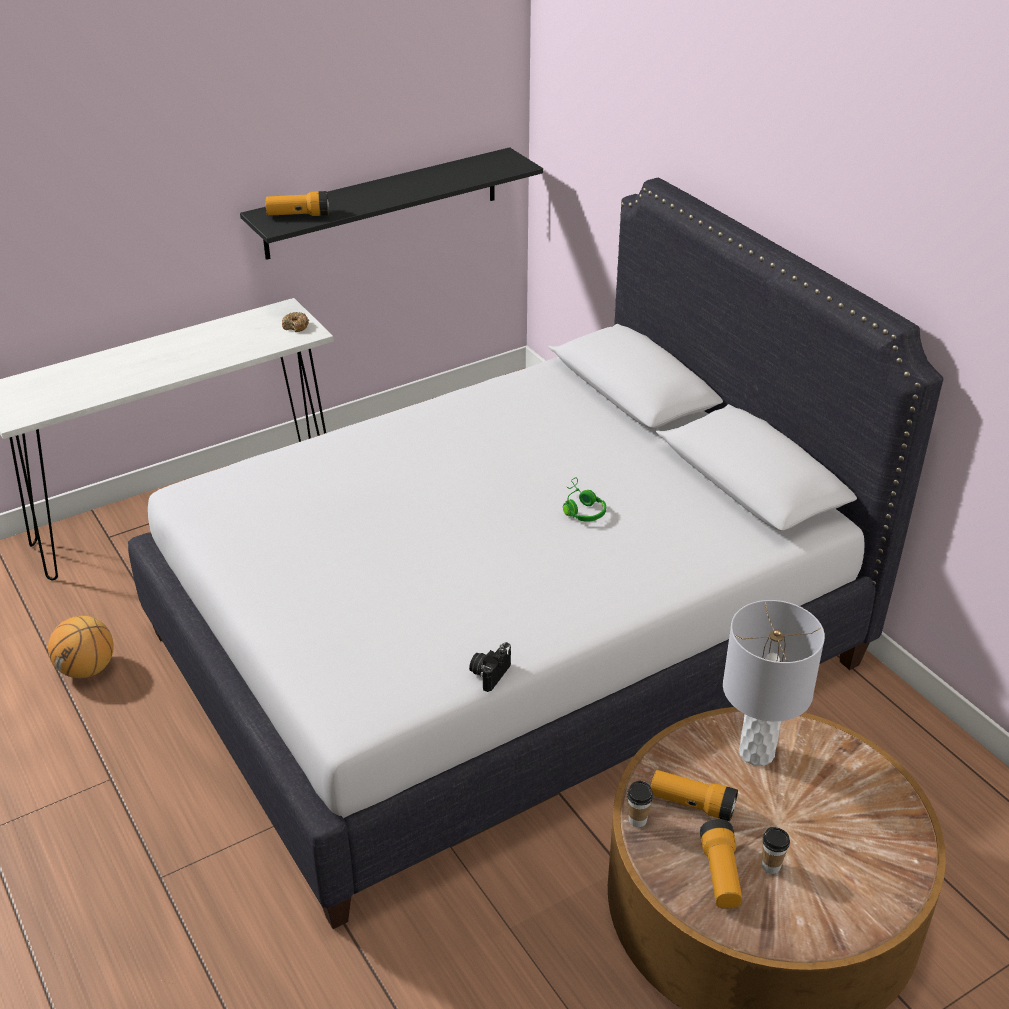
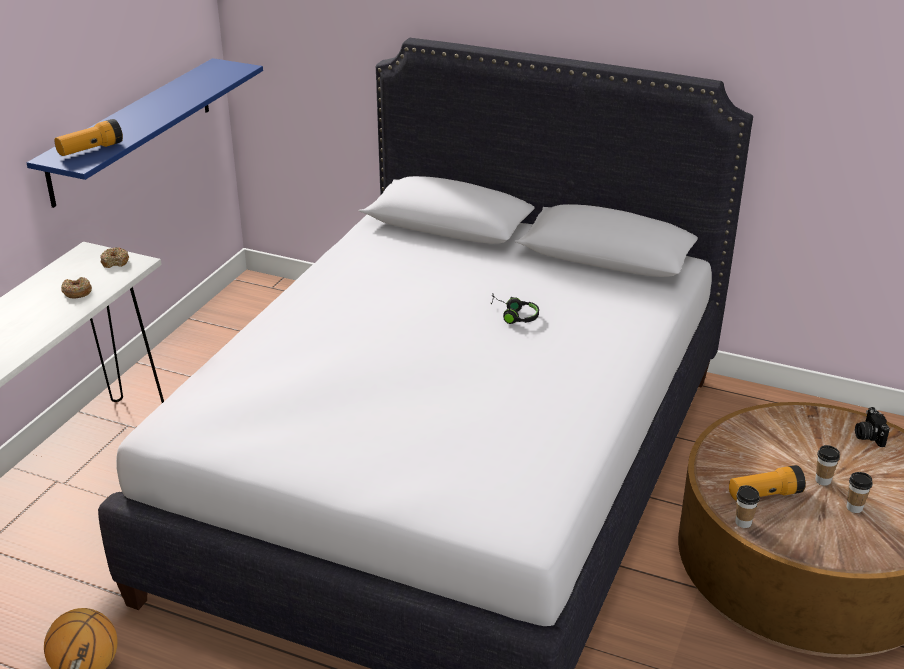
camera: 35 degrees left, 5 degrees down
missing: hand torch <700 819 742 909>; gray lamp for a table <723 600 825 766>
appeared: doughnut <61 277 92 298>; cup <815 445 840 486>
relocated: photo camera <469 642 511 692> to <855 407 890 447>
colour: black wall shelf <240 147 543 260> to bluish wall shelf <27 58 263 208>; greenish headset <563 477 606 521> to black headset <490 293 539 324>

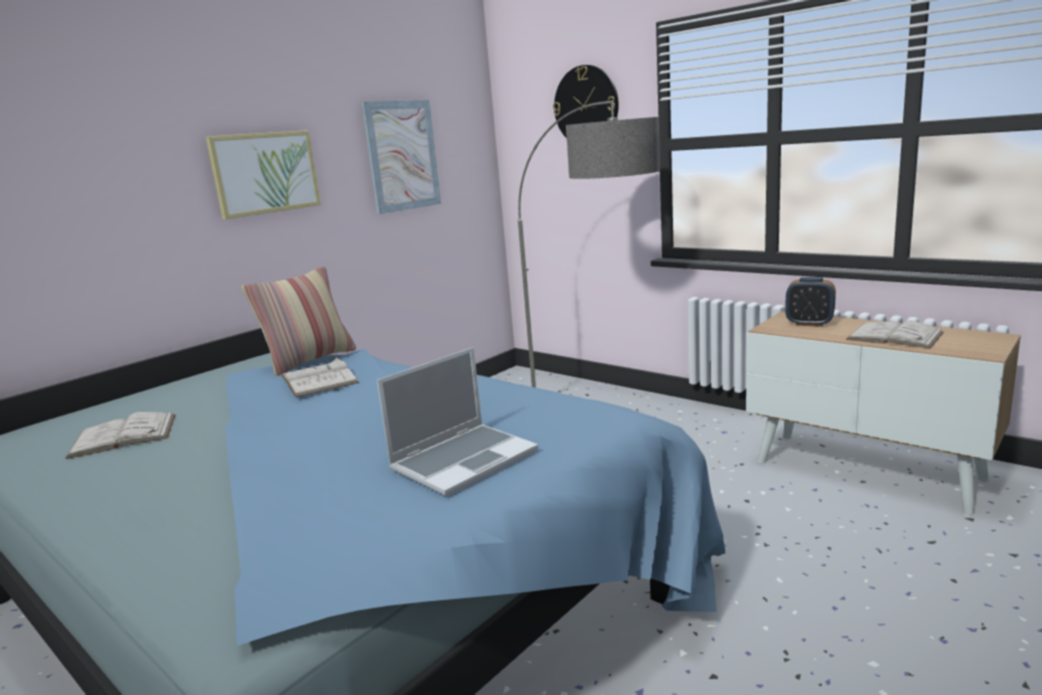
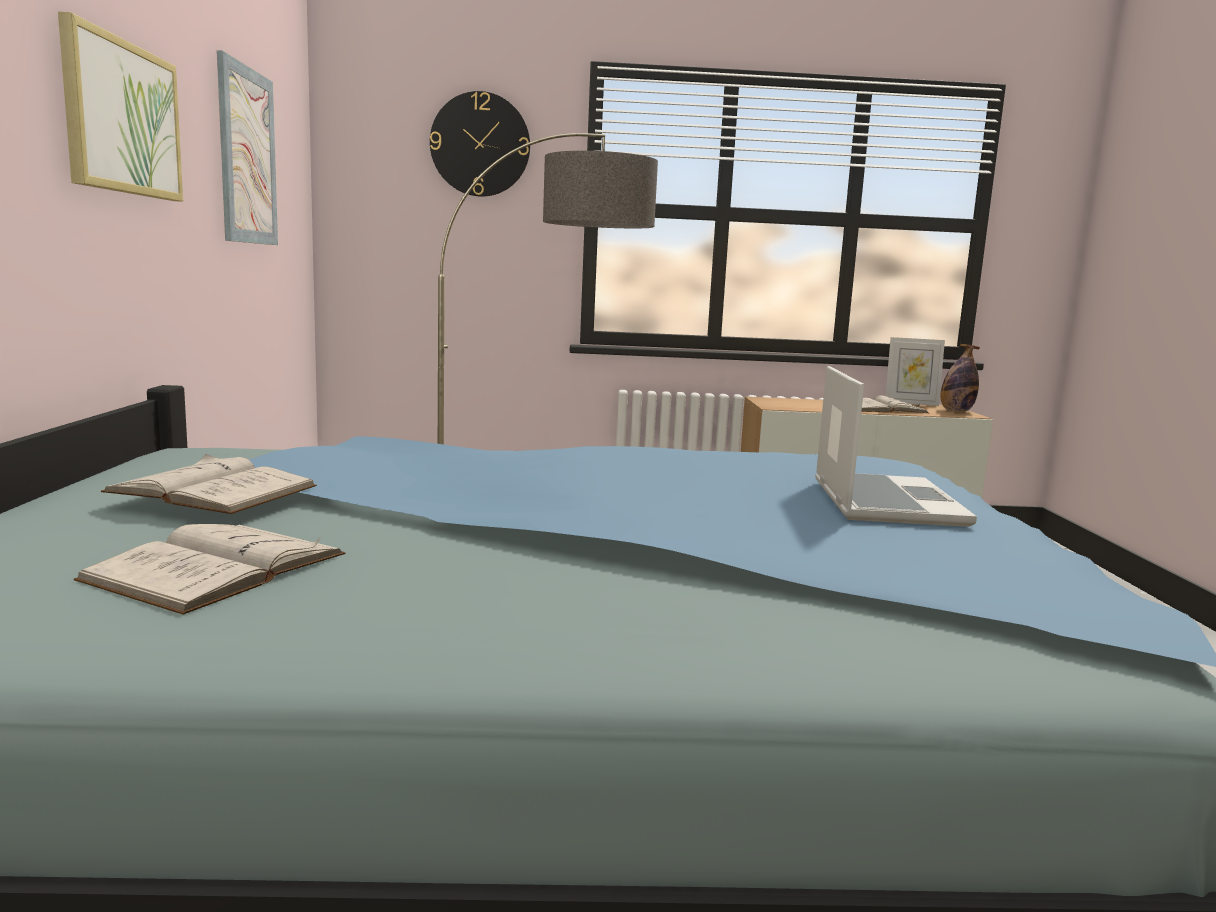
camera: 45 degrees left, 5 degrees down
missing: pillow <241 266 356 376>; alarm clock <785 277 836 327>
appeared: standing frame <885 337 945 406>; drink bottle <941 344 980 412>
relocated: white-coloured volume <281 358 359 397> to <101 454 317 514>

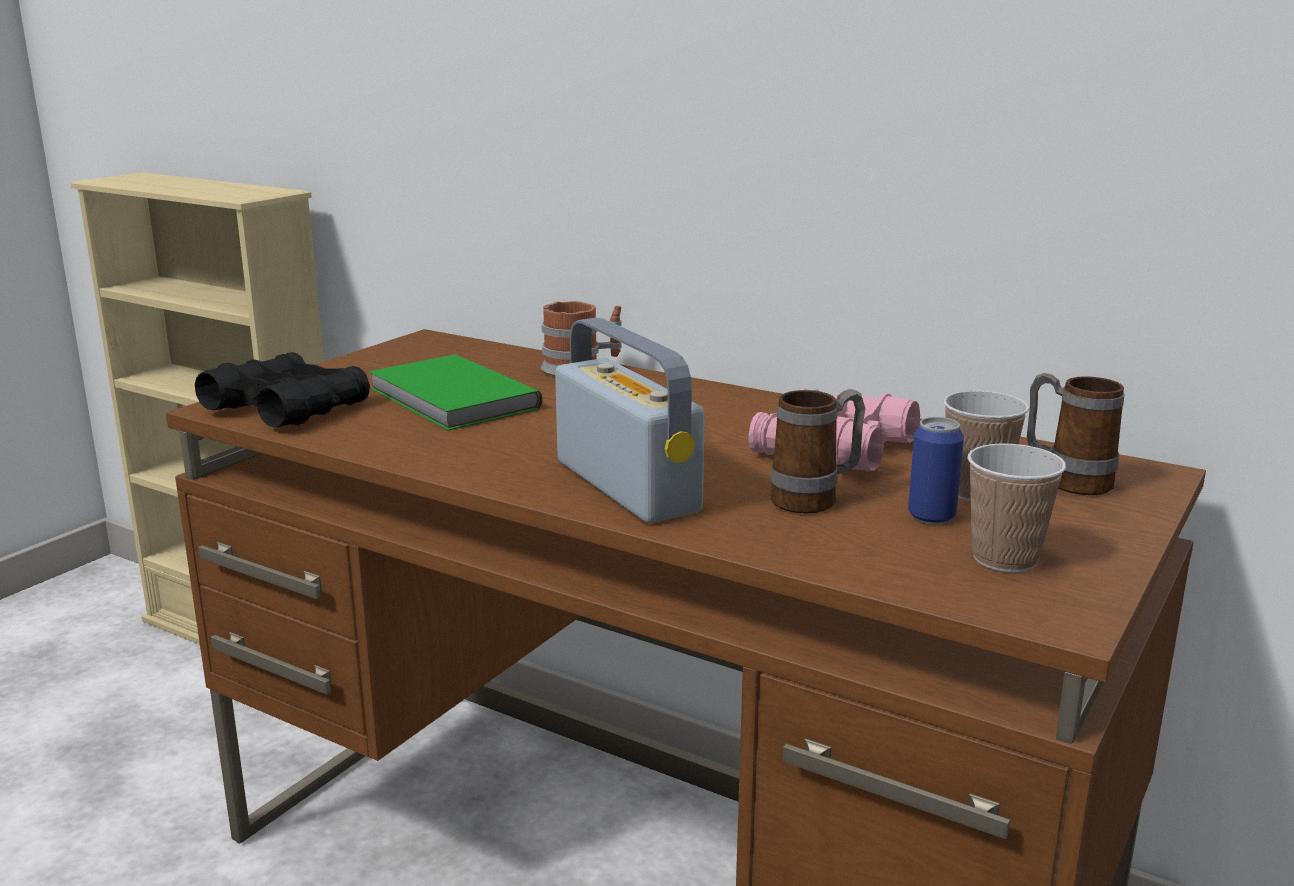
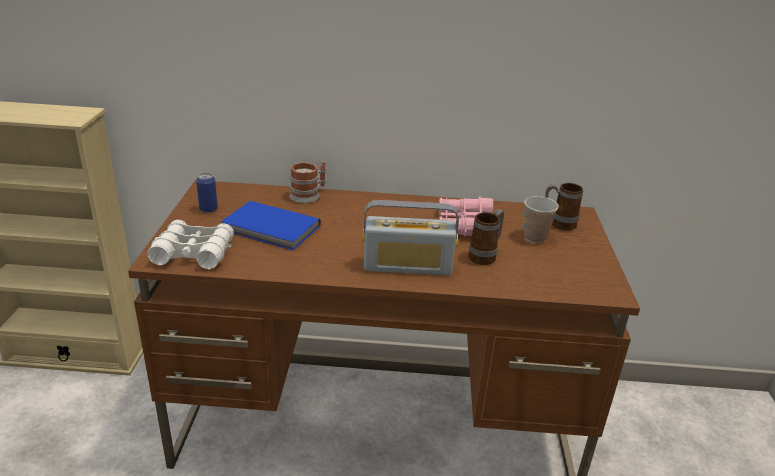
camera: 30 degrees left, 10 degrees up
missing: cup <967 444 1066 573>
relocated: metal can <908 417 964 524> to <196 172 218 213>
colour: black binoculars <195 352 370 428> to white-coloured binoculars <148 220 234 269>; greenish volume <369 354 542 430> to bluish volume <221 201 321 251>
spun: radio set <555 317 705 523> = <363 200 459 275> 150 degrees clockwise

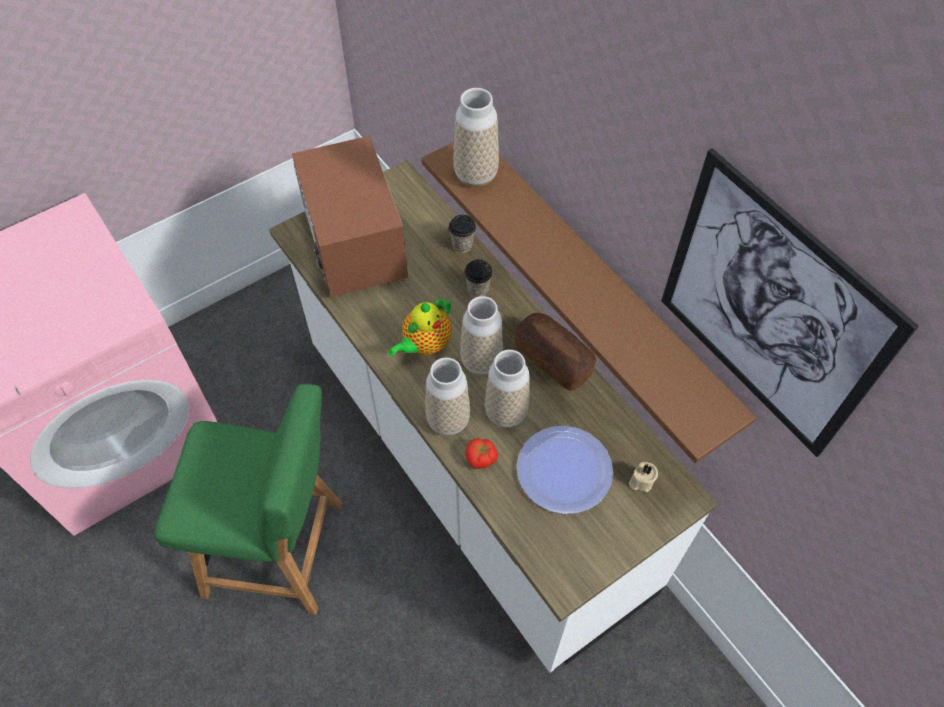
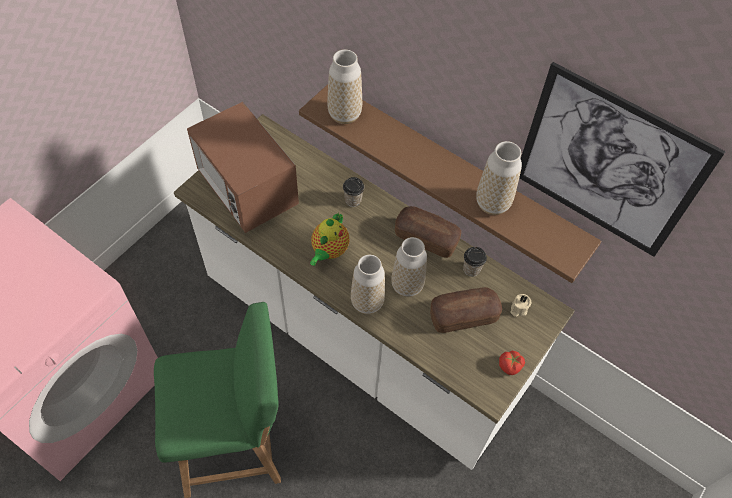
camera: 20 degrees left, 0 degrees up
relocated: cup <449 215 476 253> to <463 247 487 276>; flower vase <460 296 503 375> to <476 141 522 215>; fresh tomato <465 438 498 469> to <499 351 525 375>
exchanged: flat dish <517 426 613 514> to baked bread <430 287 502 333>

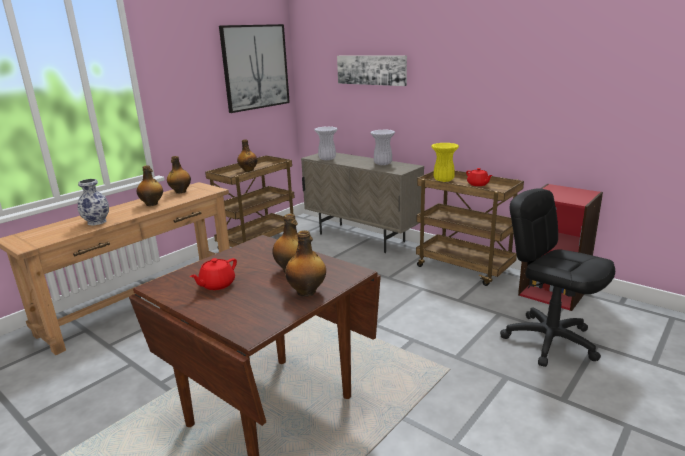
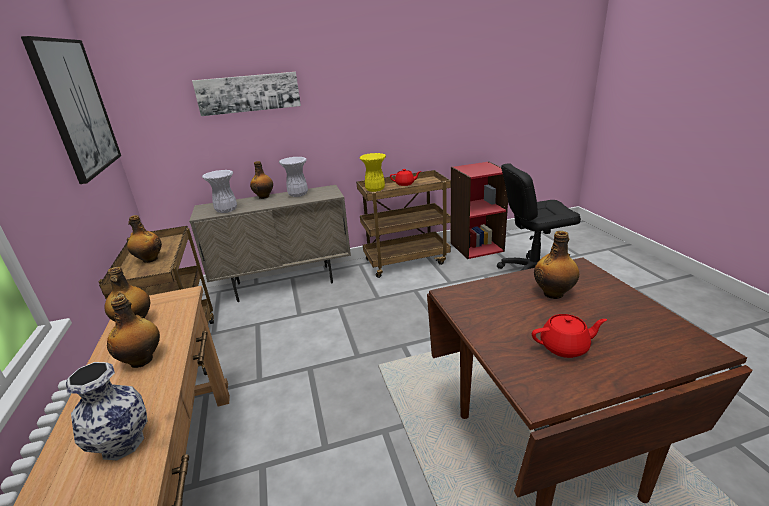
camera: 55 degrees left, 5 degrees up
relocated: drink bottle <285 230 326 297> to <250 161 273 199>
spun: red-coloured pot for tea <190 258 237 290> = <532 314 607 358> 75 degrees counterclockwise

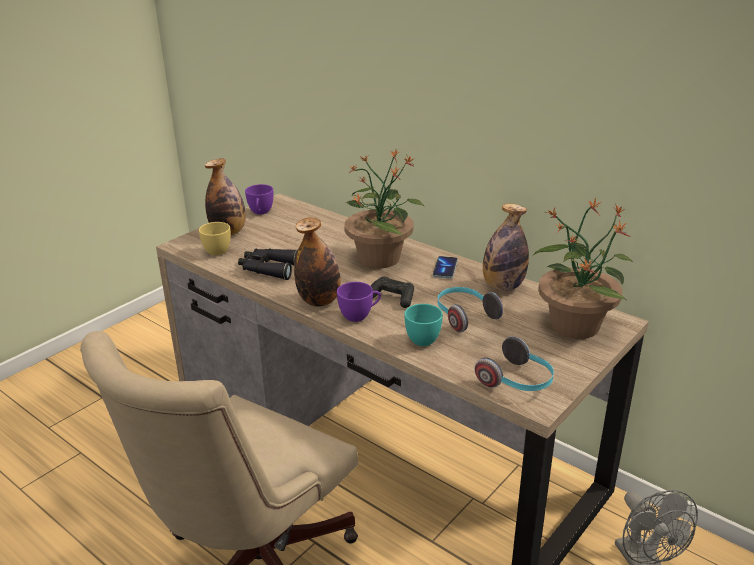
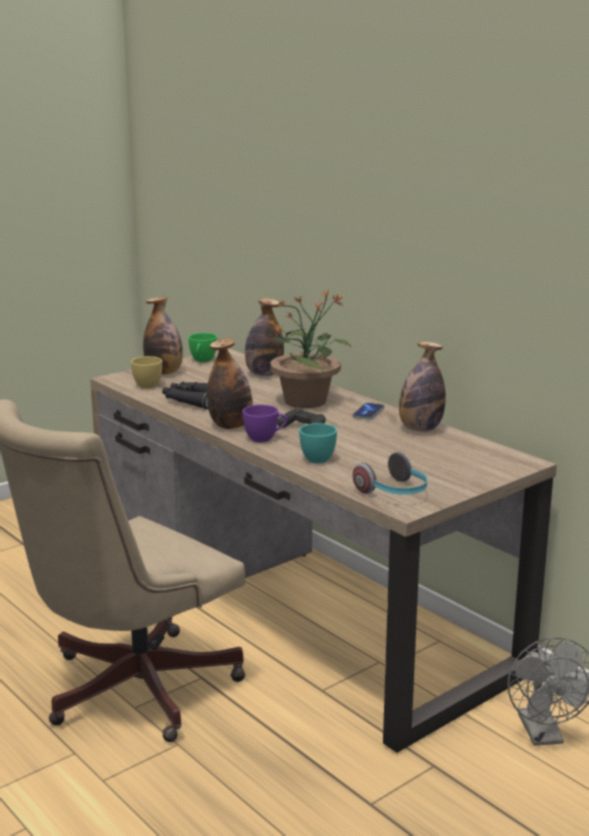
camera: 10 degrees right, 10 degrees down
missing: headset <438 287 503 332>; houseplant <534 198 632 339>
appeared: drink bottle <245 298 284 376>
colour: purplish cup <245 184 273 214> to greenish cup <188 333 217 362>

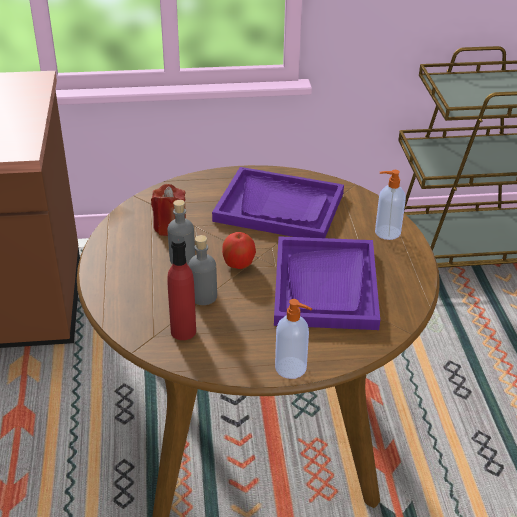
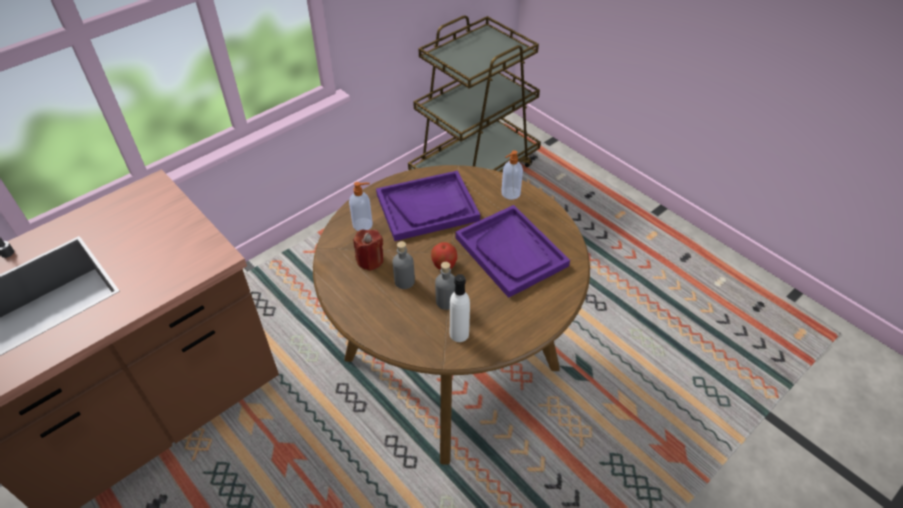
camera: 35 degrees left, 10 degrees up
relocated: liquid soap bottle <275 299 312 379> to <349 182 373 231>
colour: red-coloured drink bottle <167 236 196 340> to white-coloured drink bottle <450 274 470 342>

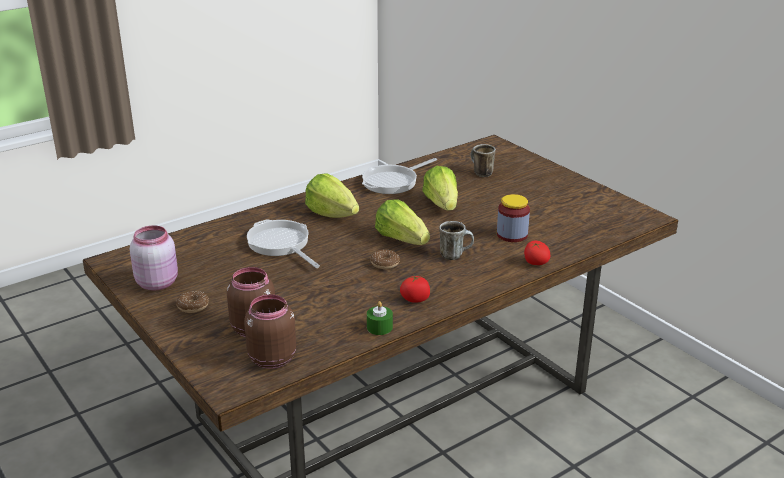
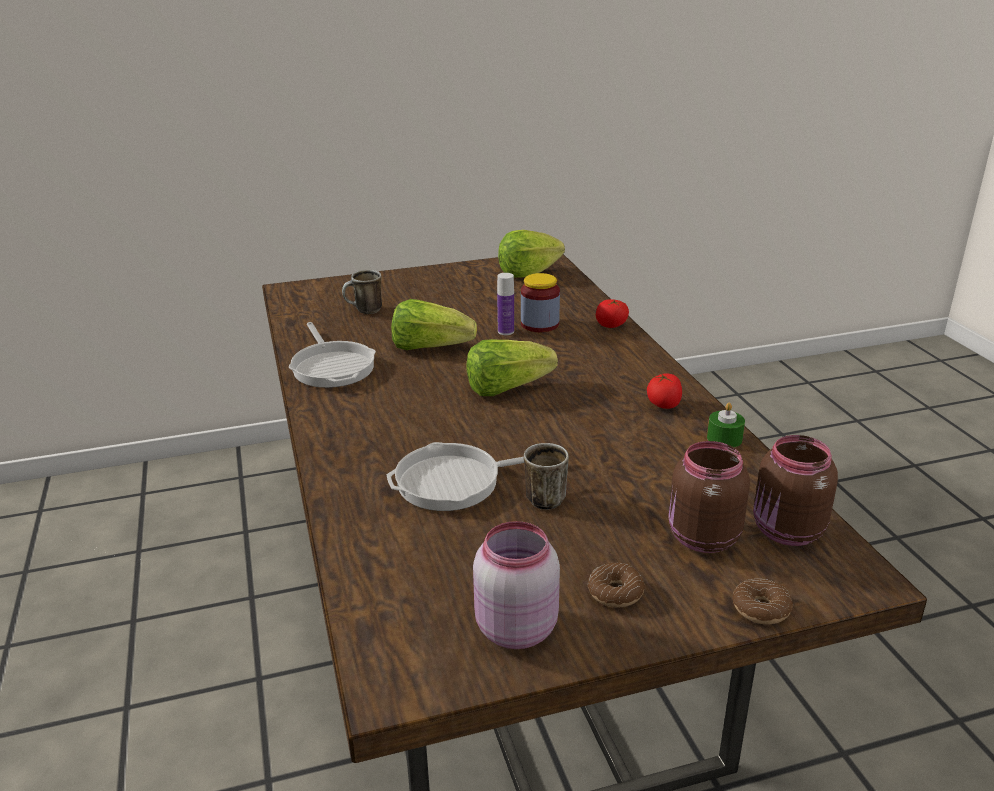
camera: 70 degrees left, 0 degrees up
appeared: drink bottle <497 273 514 335>
relocated: lettuce head <305 174 359 218> to <498 230 565 278>; mug <439 221 474 260> to <524 443 569 510>; doughnut <370 249 400 269> to <733 579 793 624>

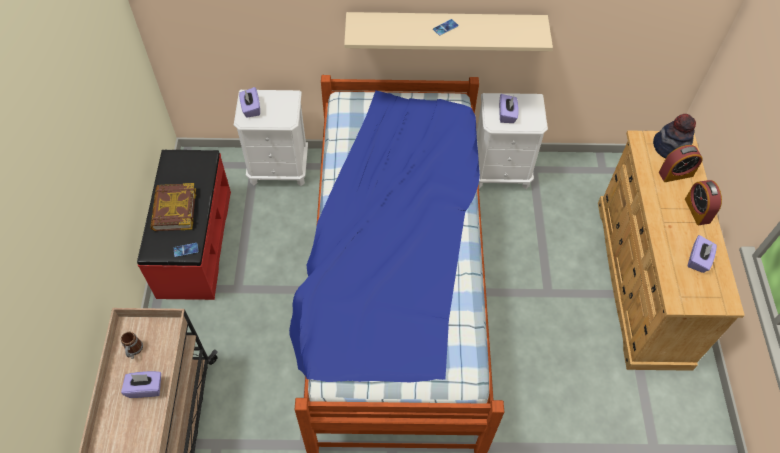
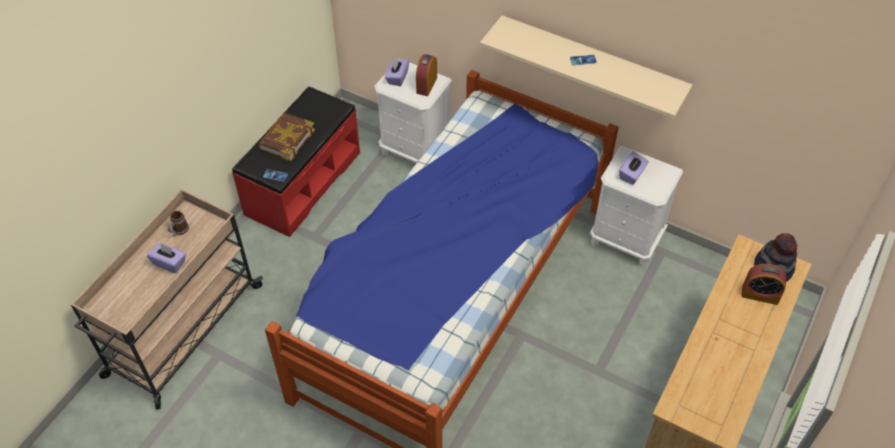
camera: 30 degrees right, 5 degrees down
missing: purplish tissue holder <688 235 717 273>
relocated: alarm clock <685 180 722 225> to <416 54 437 96>

